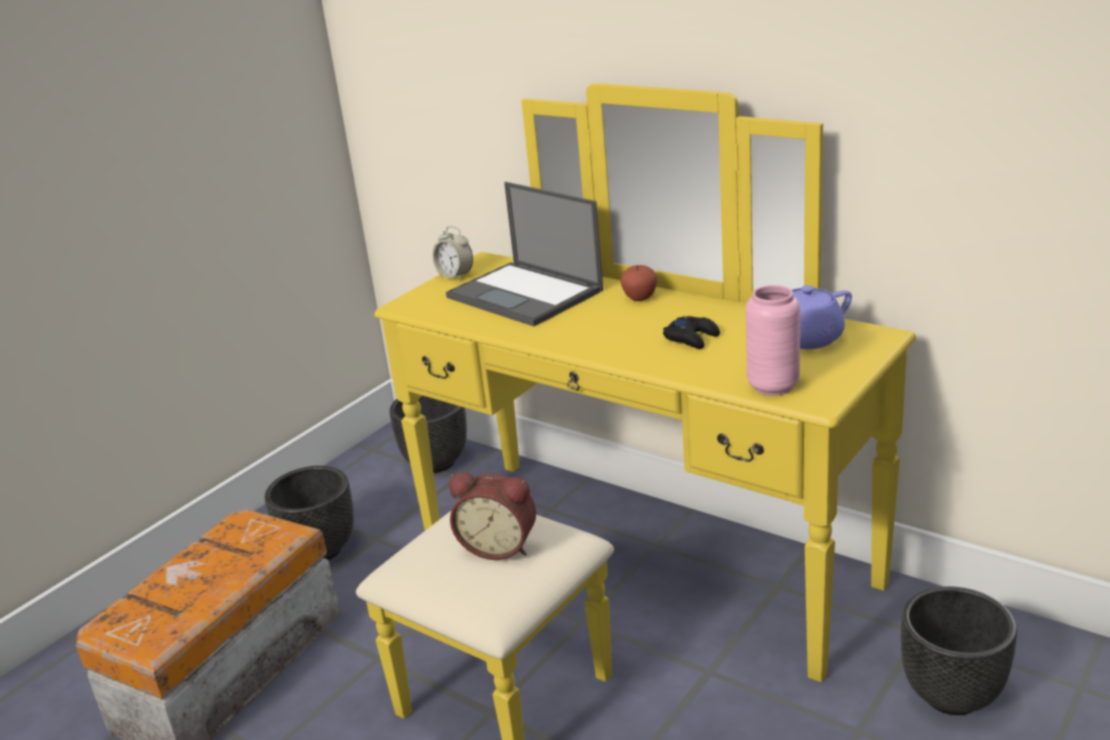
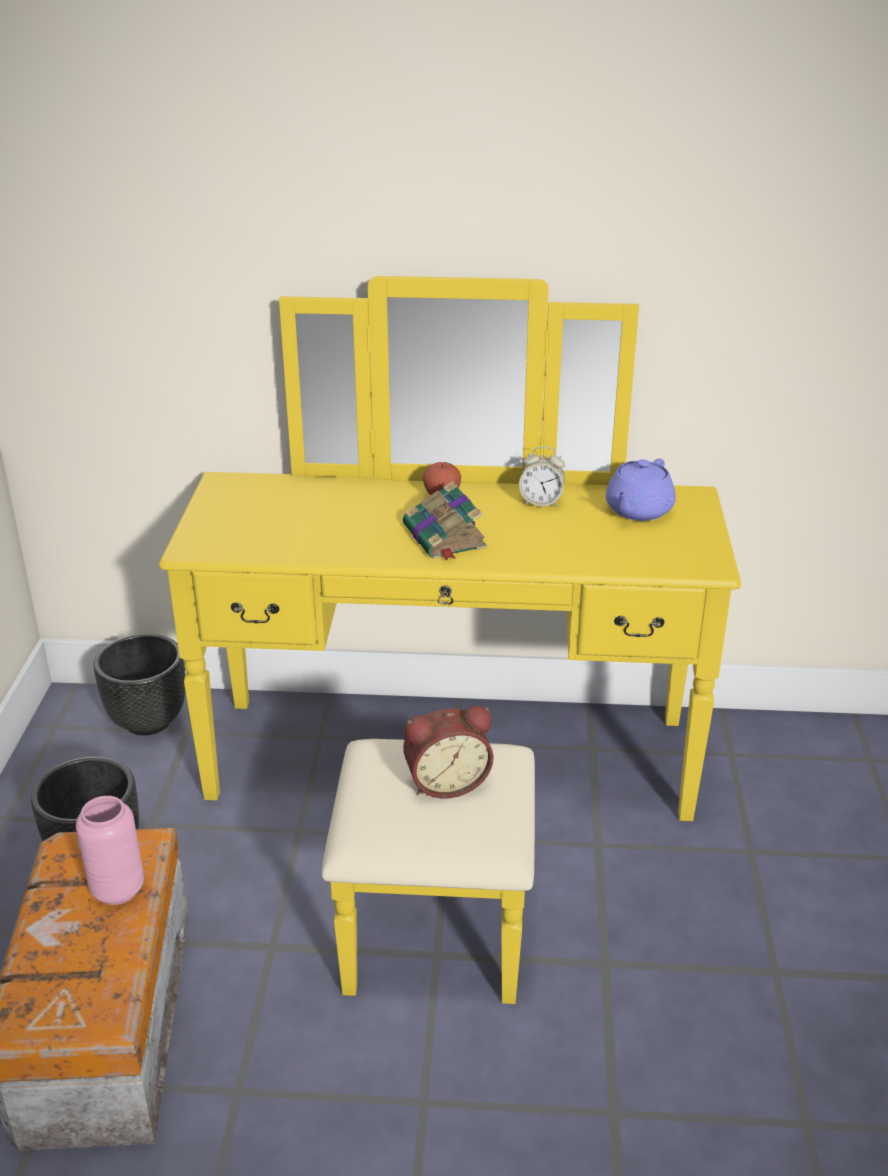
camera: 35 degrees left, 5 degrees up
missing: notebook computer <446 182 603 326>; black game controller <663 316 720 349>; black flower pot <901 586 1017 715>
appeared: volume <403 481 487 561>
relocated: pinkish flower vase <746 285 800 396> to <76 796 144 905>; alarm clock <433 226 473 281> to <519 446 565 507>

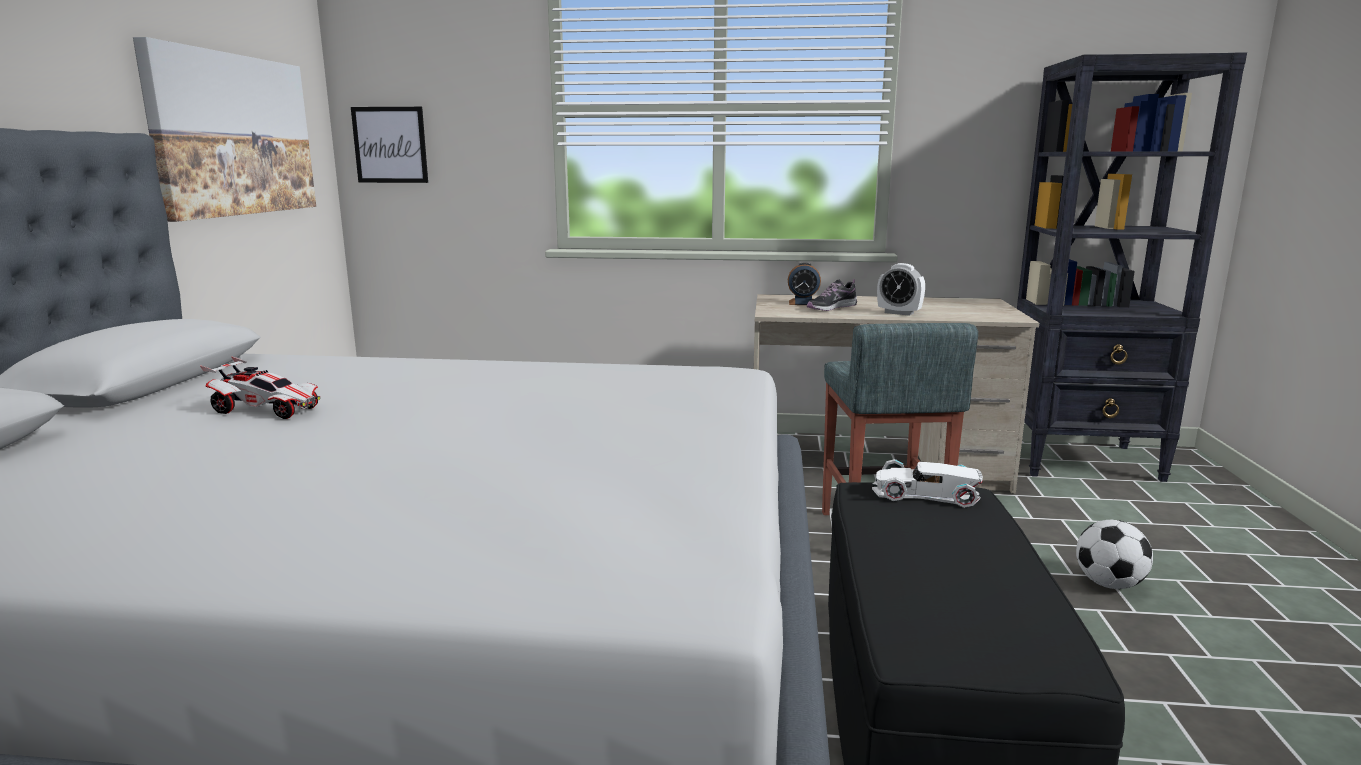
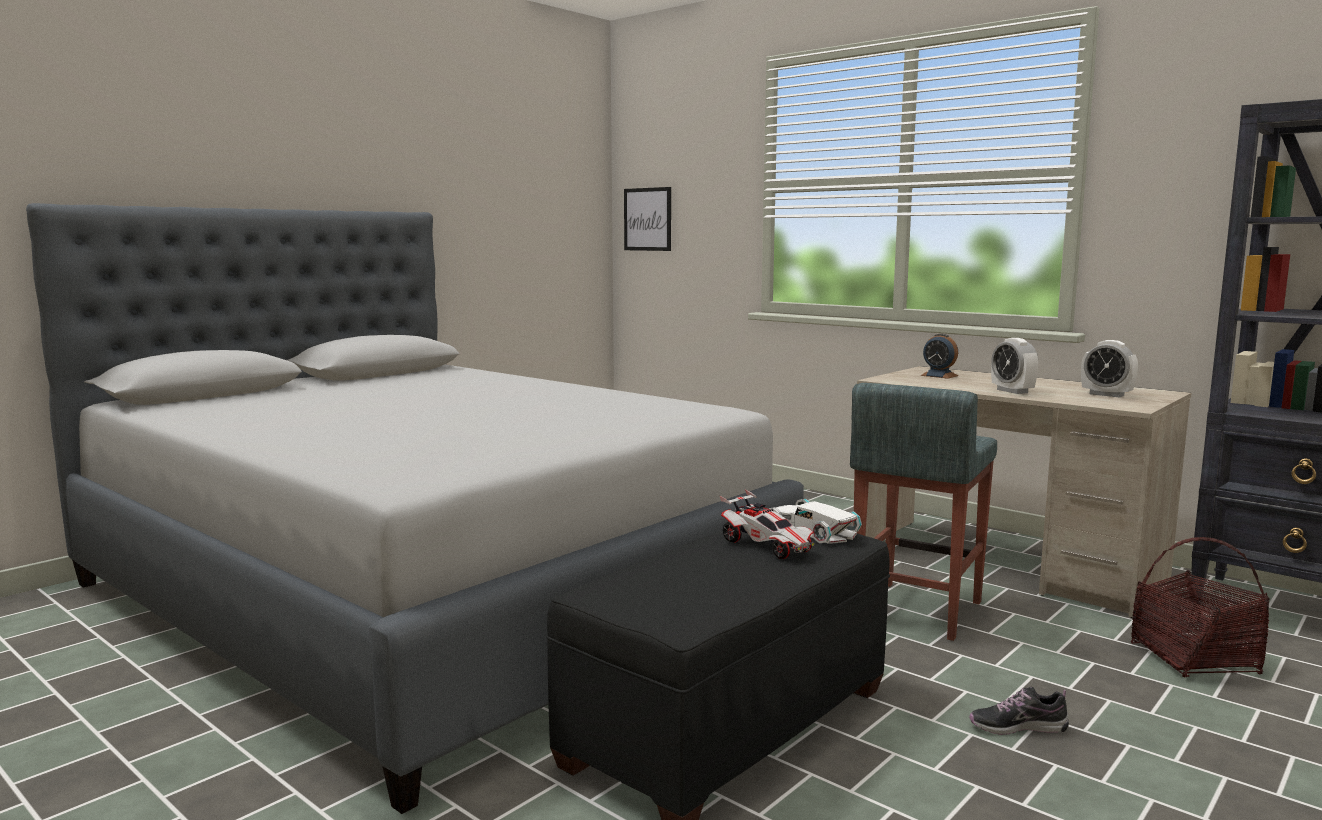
camera: 35 degrees right, 5 degrees down
missing: wall picture <133 37 316 222>; football ball <1076 520 1153 589>
appeared: alarm clock <1081 340 1138 398>; storage basket <1131 537 1270 677>
relocated: toy car <200 356 321 419> to <720 489 814 559>; item of footwear <807 279 857 311> to <969 687 1069 735>

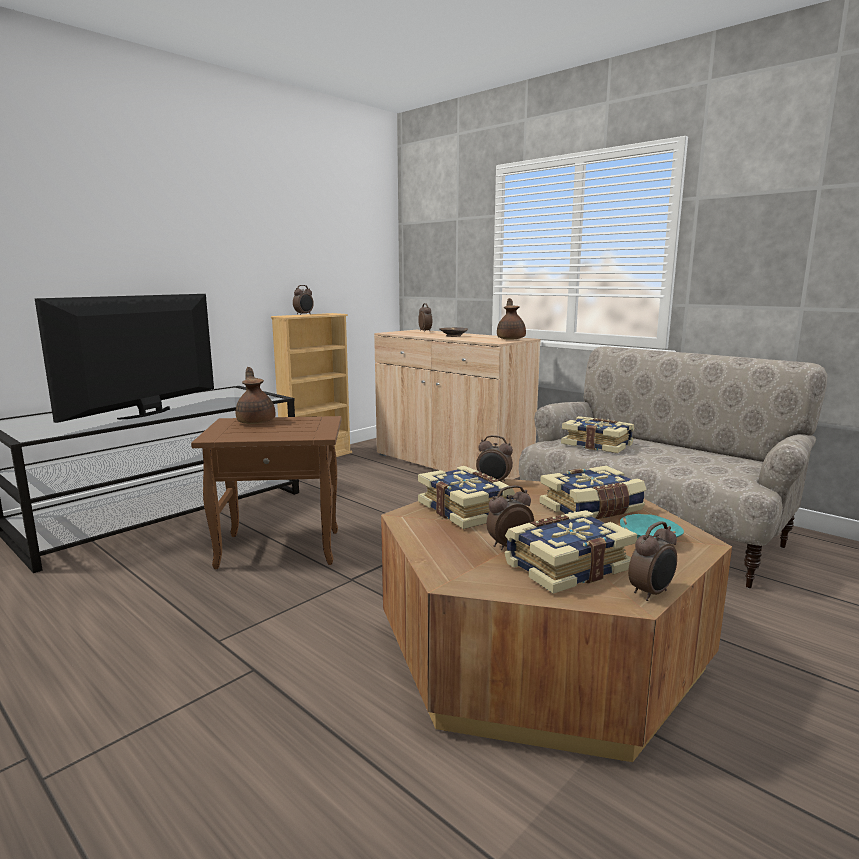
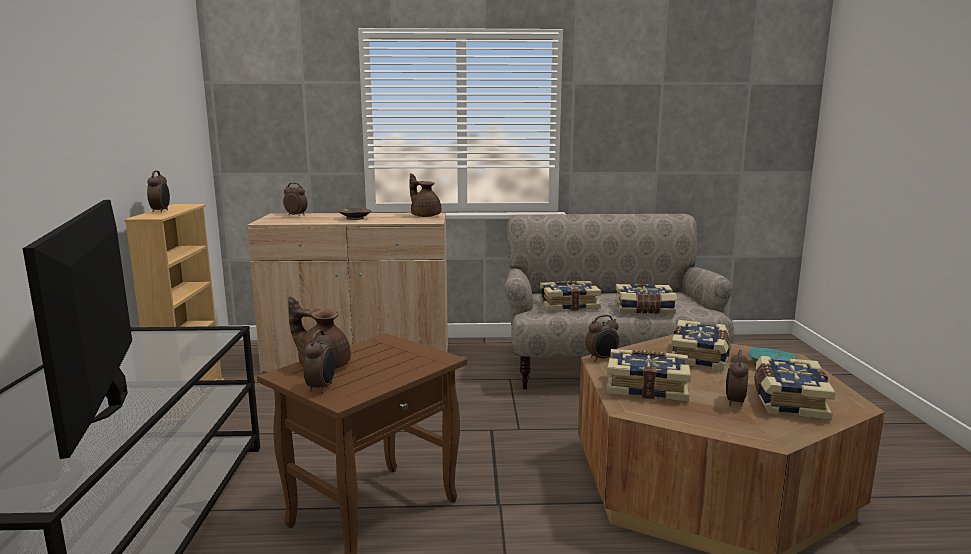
camera: 45 degrees left, 0 degrees up
appeared: volume <615 284 677 314>
relocated: alarm clock <628 521 677 601> to <304 330 336 394>

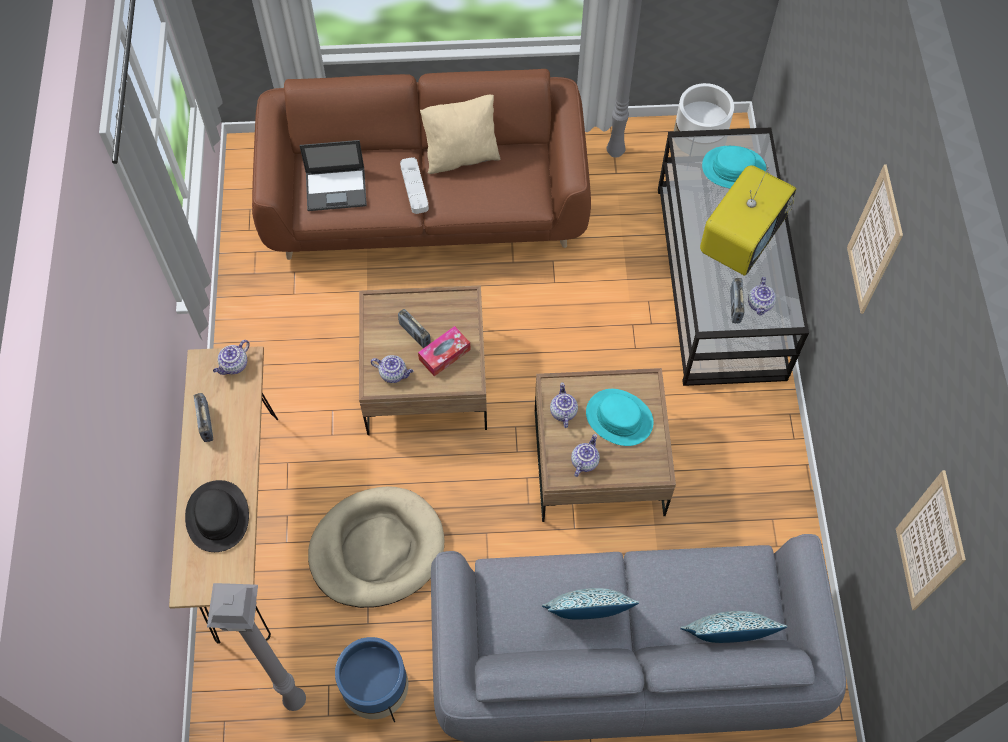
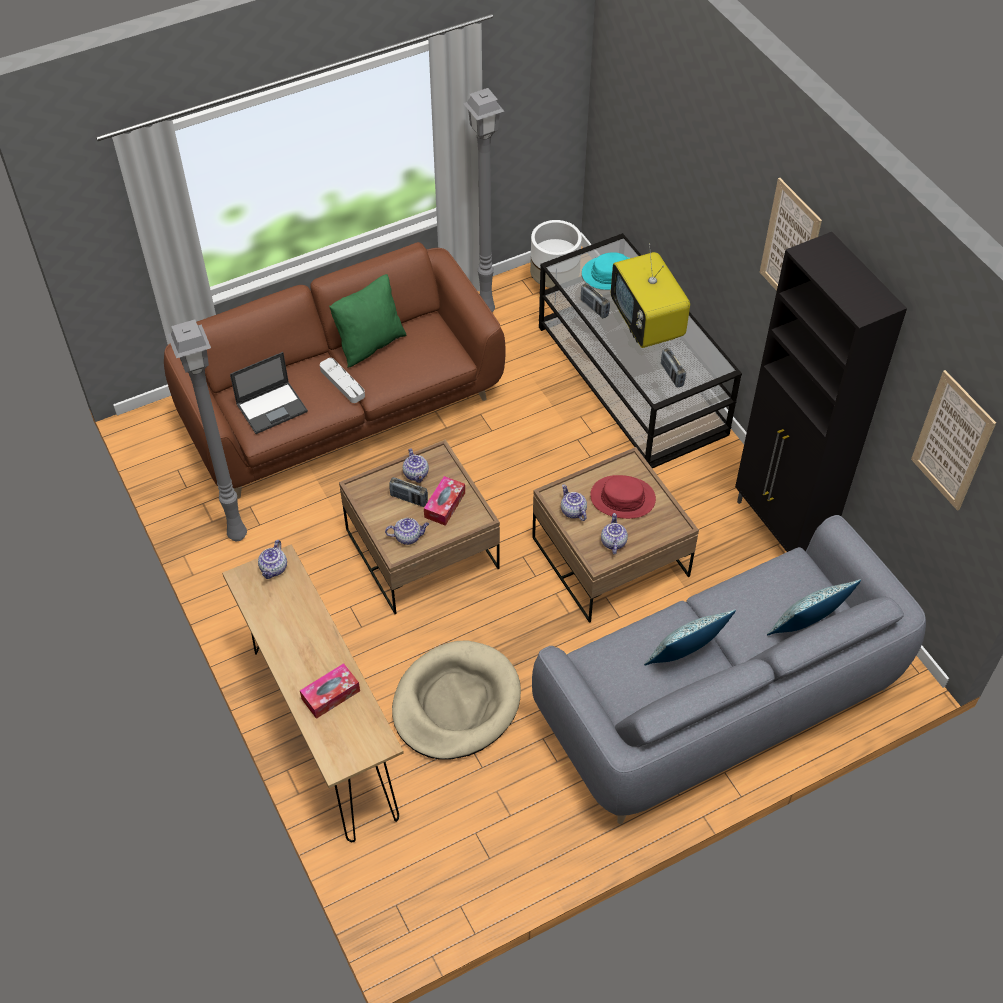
camera: 25 degrees left, 10 degrees down
missing: bluish flower pot <335 637 408 722>
appeared: black storage cabinet <735 232 907 552>
relocated: gray floor lamp <207 583 306 711> to <167 320 247 541>; pot for tea <748 277 776 316> to <403 449 429 483>; radio set <194 393 213 442> to <581 283 610 318>
exchanged: black hat <185 480 249 552> to tissue holder <300 663 360 719>
colour: beige-coloured pillow <420 95 501 174> to greenish pillow <329 274 407 367>; turquoise-coloured hat <586 389 654 446> to red-coloured hat <590 475 656 519>
spun: TV set <700 165 796 276> = <611 244 690 348> 150 degrees clockwise

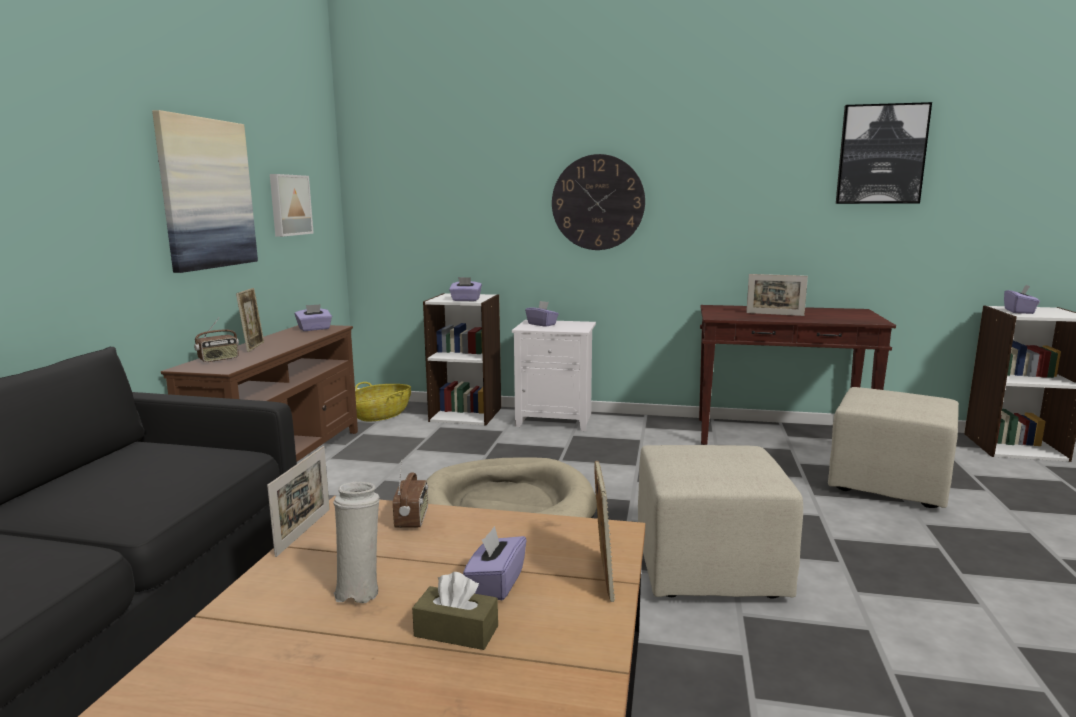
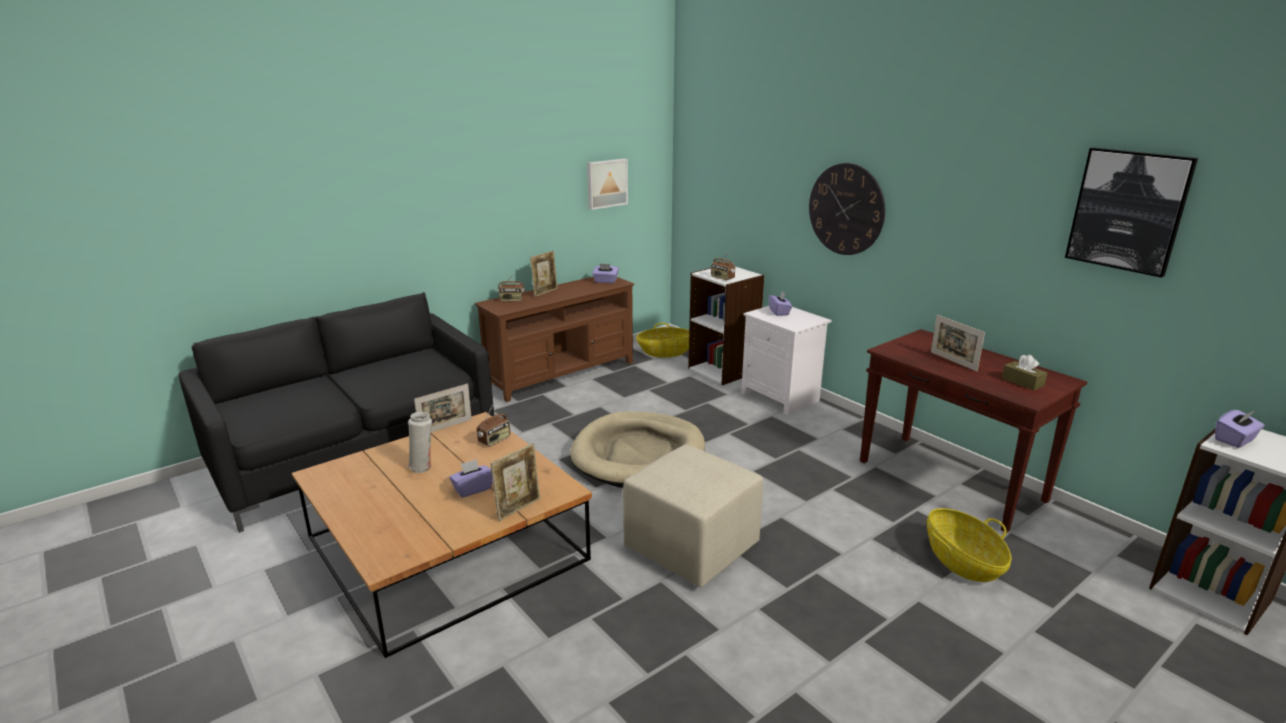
camera: 40 degrees right, 10 degrees up
missing: wall picture <152 110 258 273>
relocated: brownish tissue holder <412 572 498 650> to <1002 355 1047 391>
exchanged: purplish tissue holder <449 277 482 301> to radio set <711 254 735 280>; beige-coloured pouffe <828 387 959 508> to storage basket <927 508 1011 582>

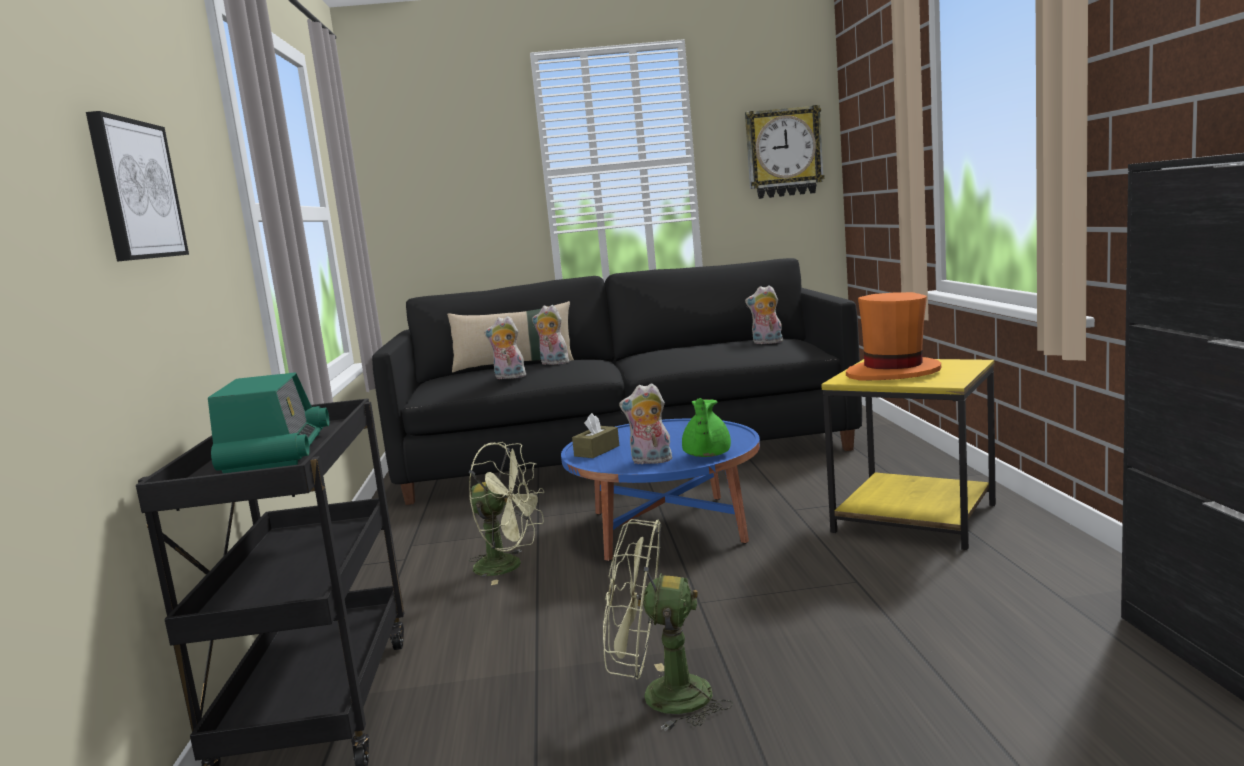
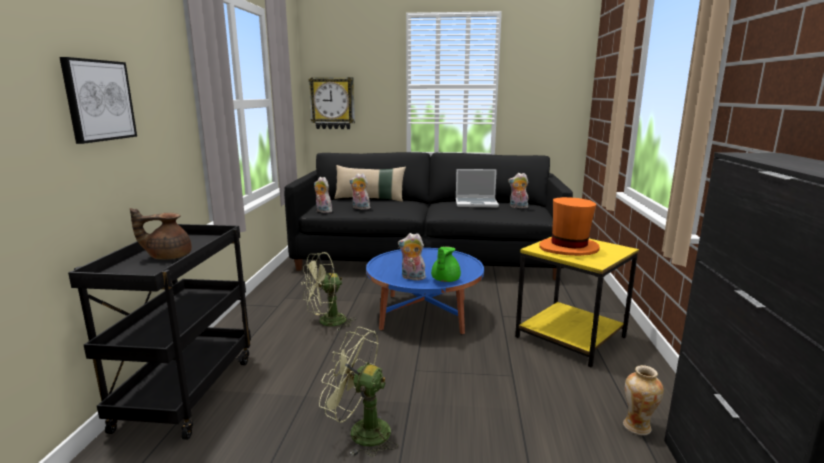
camera: 10 degrees right, 5 degrees up
missing: brownish tissue holder <572 413 619 458>
appeared: notebook computer <456 169 499 207>; flower vase <623 365 664 435>
relocated: hanging clock <745 105 825 199> to <309 77 355 129>; plush toy <532 305 569 365> to <314 177 332 213>
exchanged: radio set <208 373 329 473> to brownish pot for tea <130 208 192 260>
spun: greenish cooling fan <469 442 544 585> = <302 252 356 330> 120 degrees clockwise

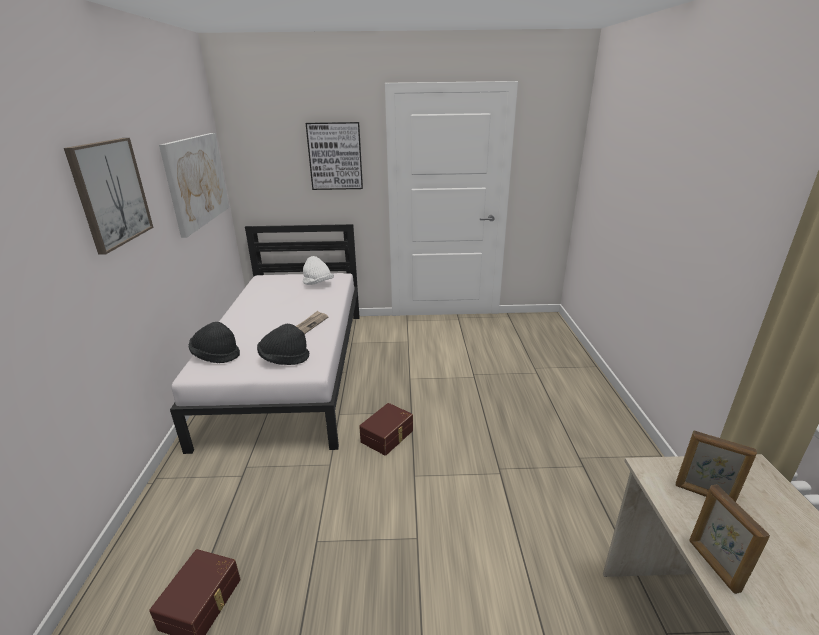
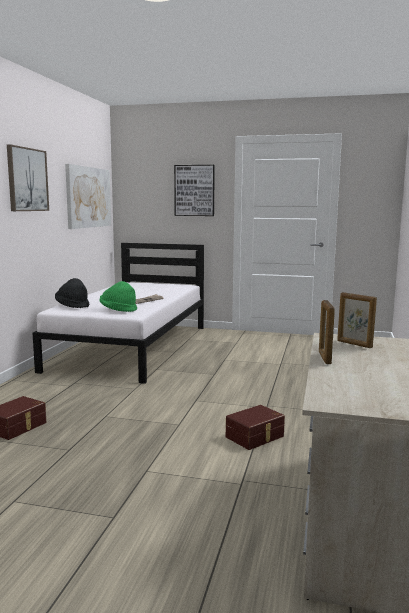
camera: 15 degrees right, 15 degrees down
missing: white-coloured hat <303 256 334 285>
relocated: brownish storage bin <359 403 413 456> to <226 405 285 450>
colour: black hat <257 324 309 365> to greenish hat <100 281 137 312>

